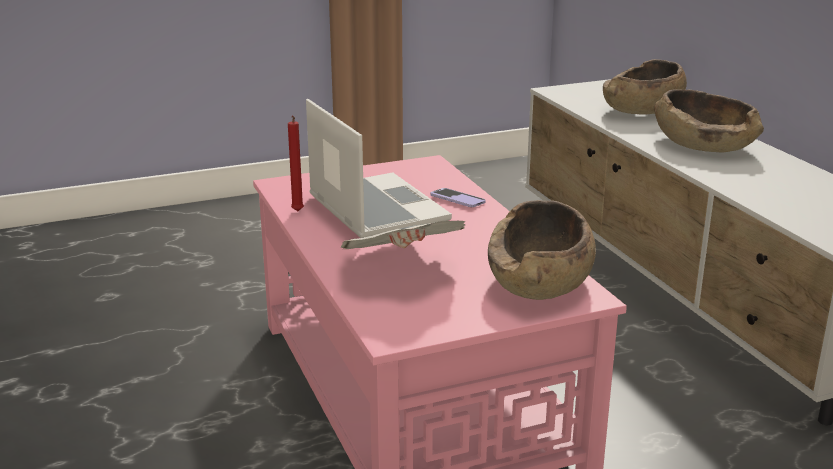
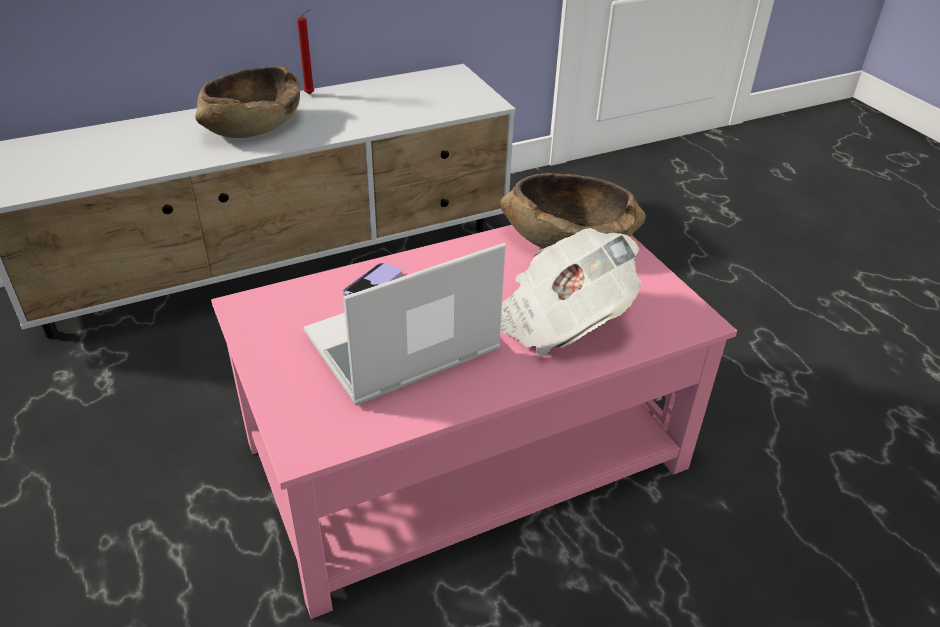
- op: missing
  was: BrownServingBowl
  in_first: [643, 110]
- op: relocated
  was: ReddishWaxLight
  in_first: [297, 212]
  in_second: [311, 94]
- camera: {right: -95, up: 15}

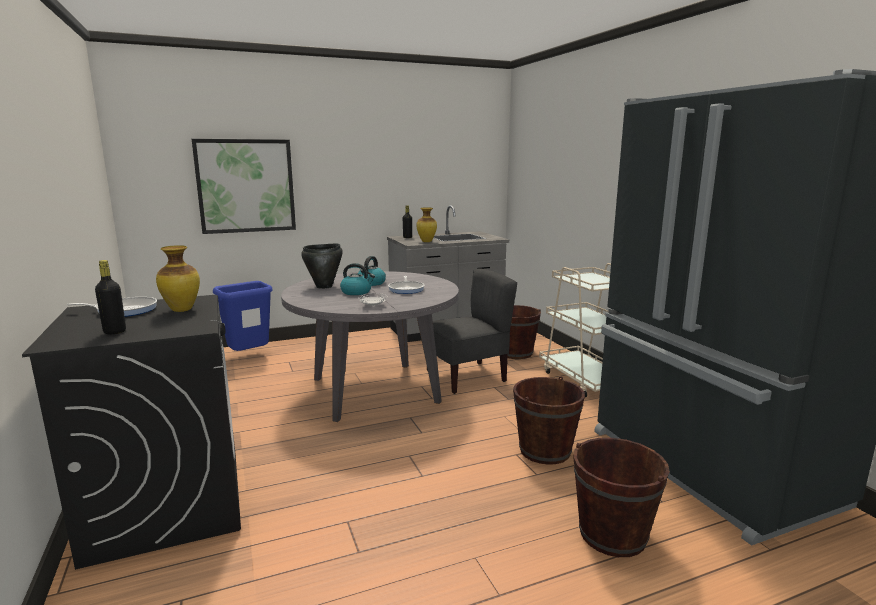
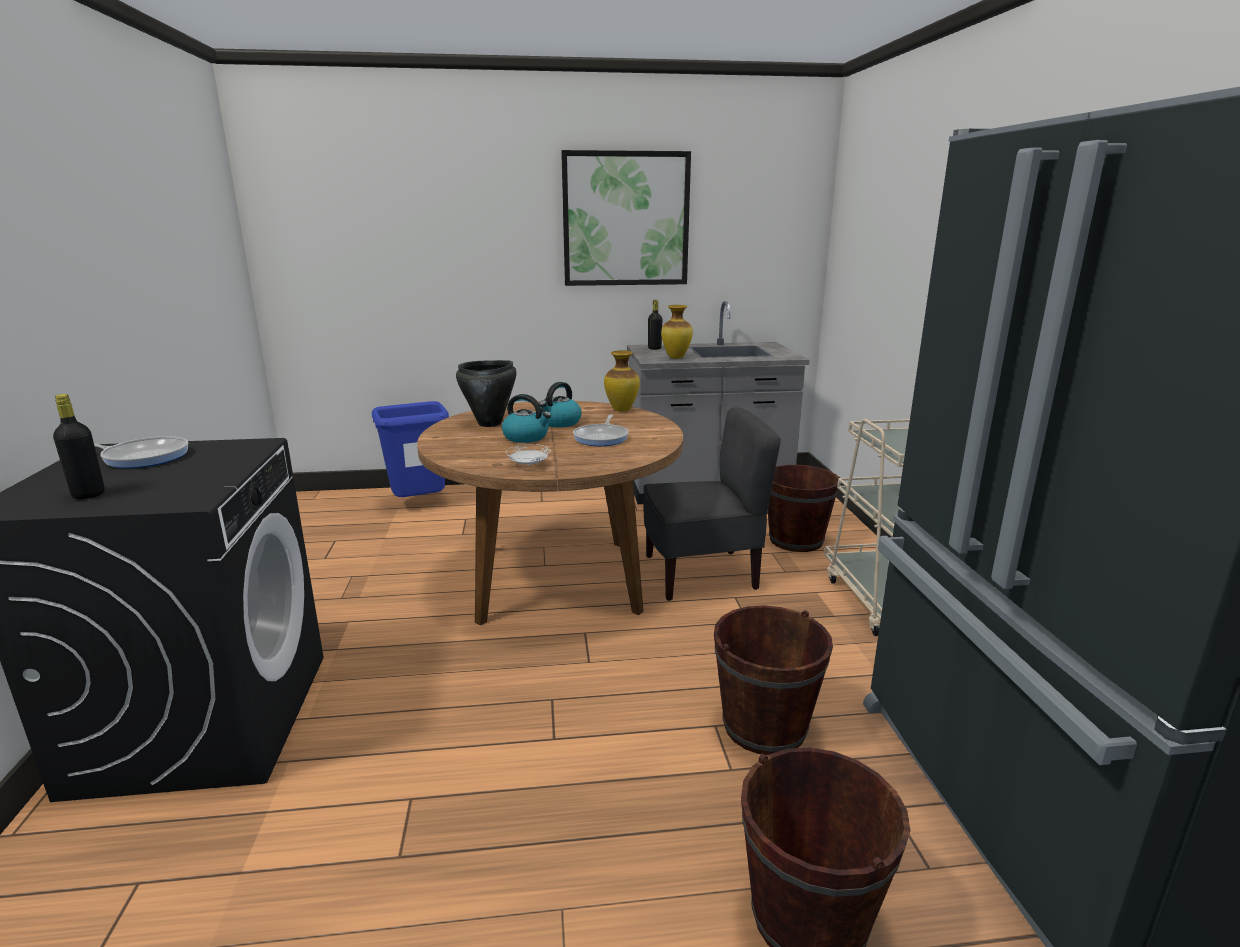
- op: relocated
  was: FlowerVase
  in_first: [182, 310]
  in_second: [622, 410]
- op: relocated
  was: WallArt
  in_first: [246, 186]
  in_second: [626, 219]
- op: colour
  was: GrayDiningTable
  now: BrownDiningTable
  in_first: [375, 390]
  in_second: [557, 579]
- camera: {right: 15, up: 5}

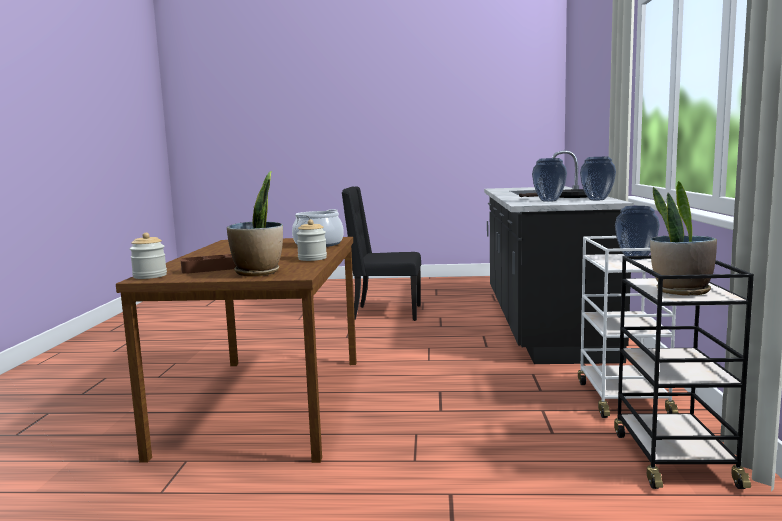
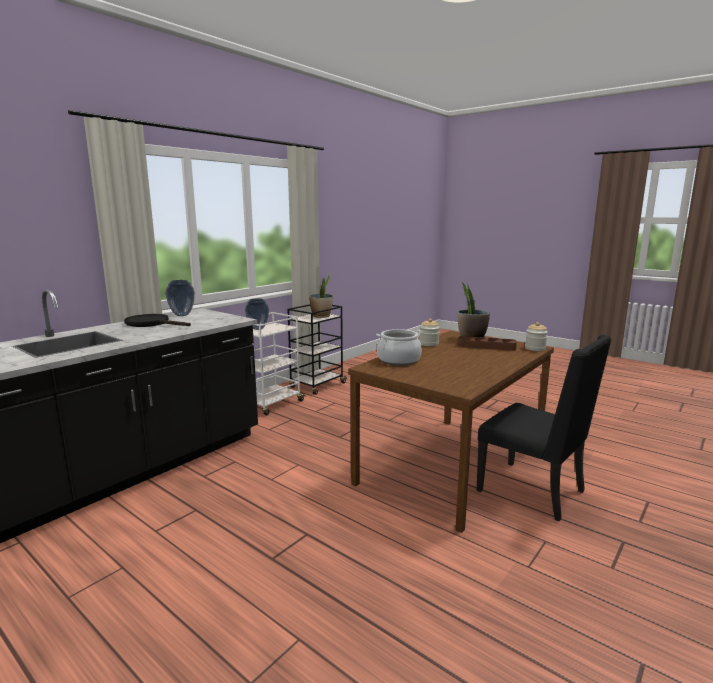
- op: missing
  was: FlowerVase
  in_first: [548, 201]
- op: relocated
  was: BlackColouredPlainChair
  in_first: [385, 313]
  in_second: [533, 491]
- camera: {right: -145, up: 5}

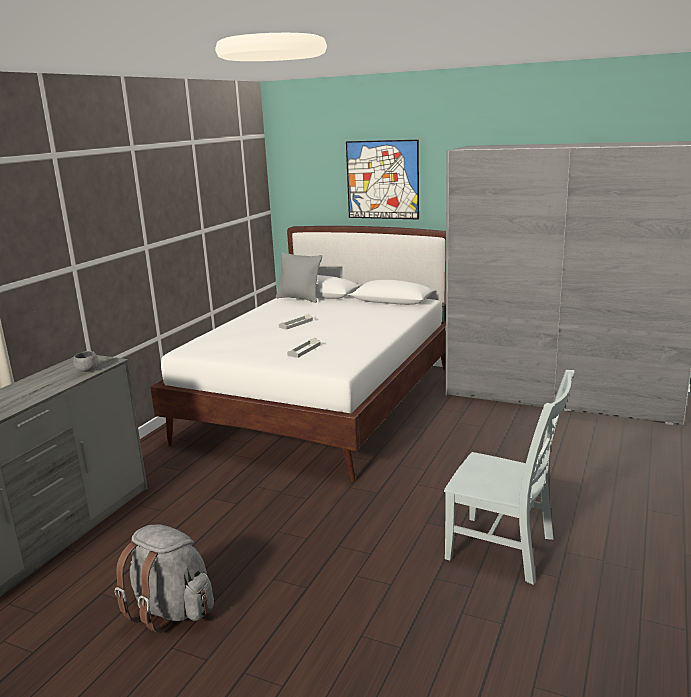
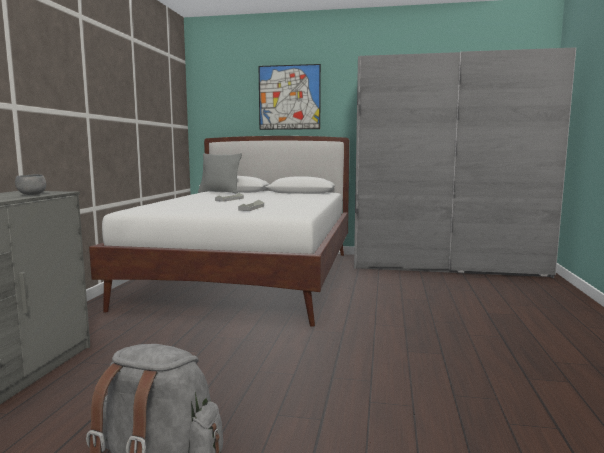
- op: missing
  was: GrayPlainChair
  in_first: [505, 550]
- camera: {right: -15, up: -10}

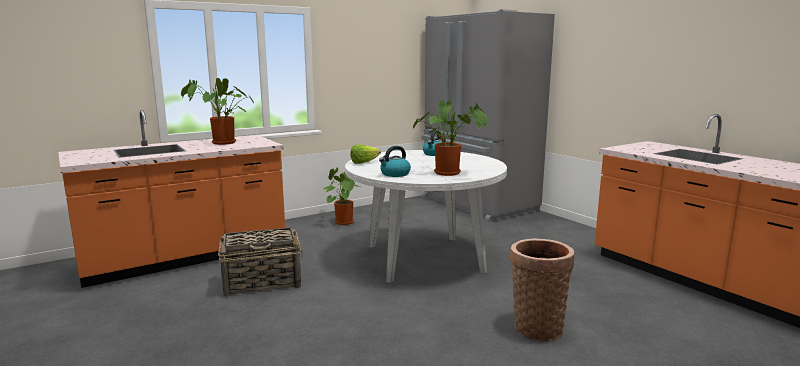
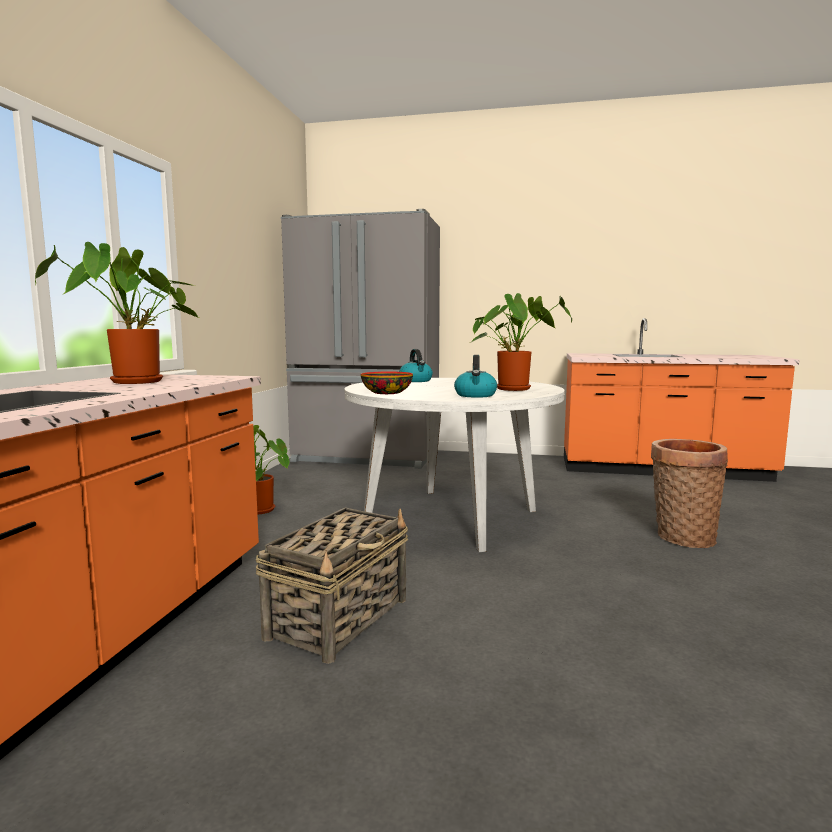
- op: exchanged
  was: Lettuce
  now: ServingBowl
  in_first: [364, 163]
  in_second: [386, 393]
- camera: {right: -45, up: -5}

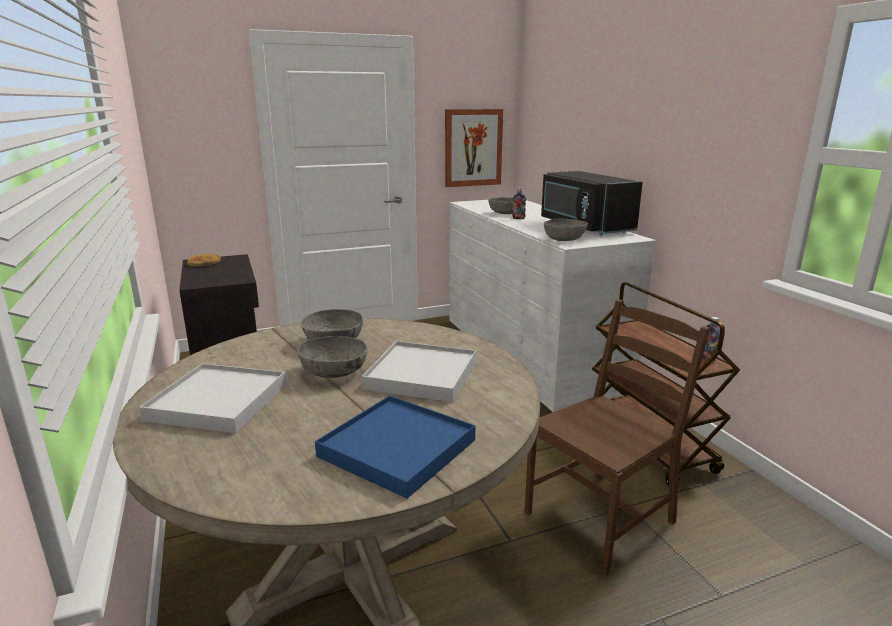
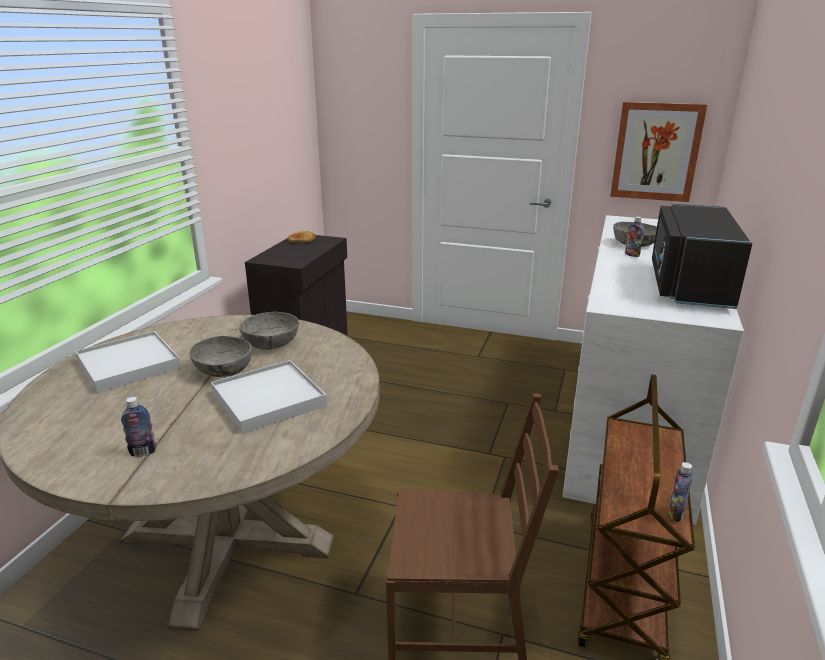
- op: missing
  was: GrayServingBowl
  in_first: [564, 239]
- op: exchanged
  was: BlueTray
  now: BeverageBottle
  in_first: [397, 448]
  in_second: [143, 452]
- camera: {right: 40, up: 5}

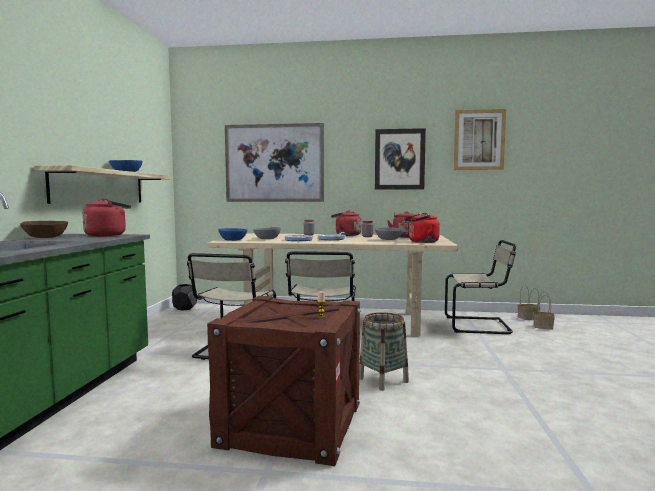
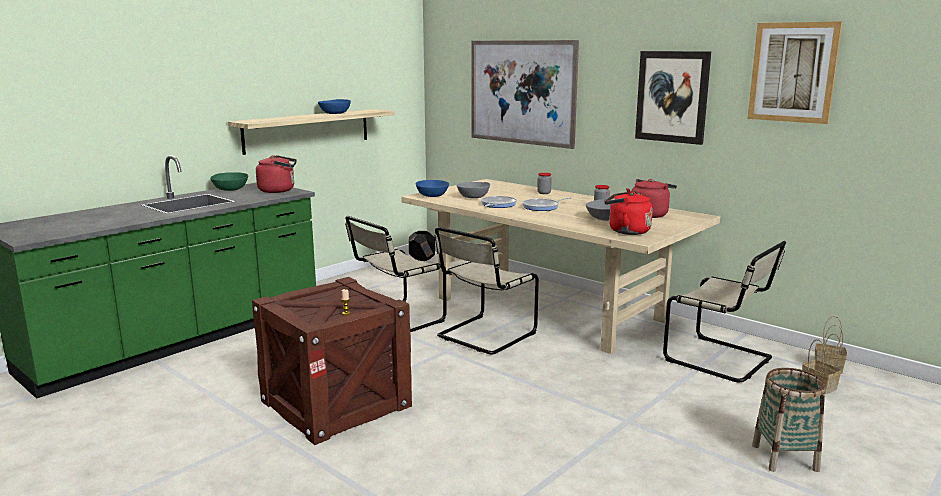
- op: missing
  was: ReddishWaterKettle
  in_first: [346, 235]
- op: relocated
  was: Basket
  in_first: [383, 380]
  in_second: [785, 458]
- op: colour
  was: BrownServingBowl
  now: GreenColouredServingBowl
  in_first: [46, 237]
  in_second: [230, 189]
- camera: {right: 35, up: 10}

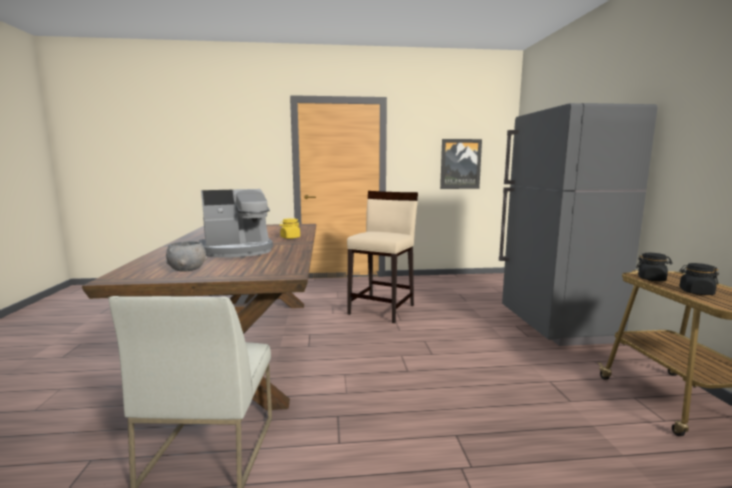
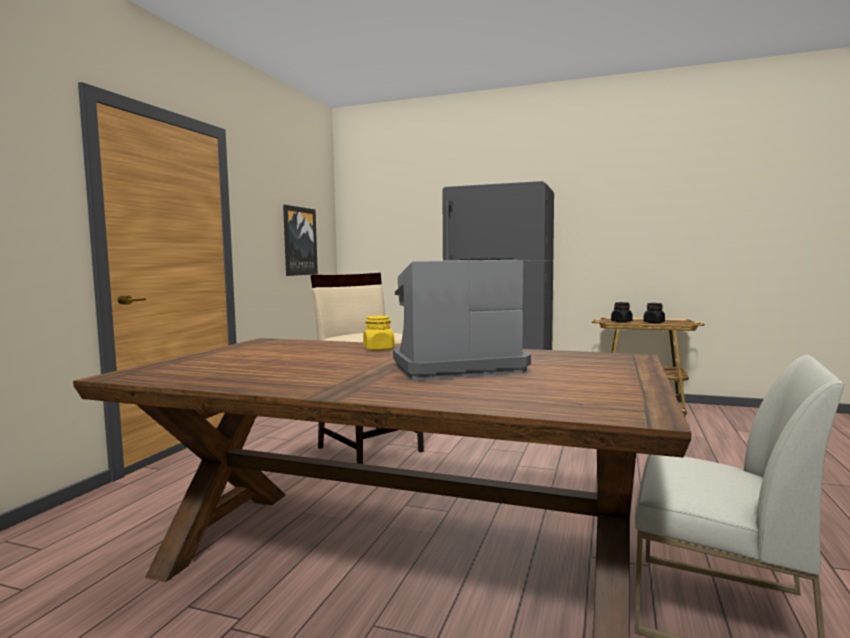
- op: missing
  was: GrayServingBowl
  in_first: [187, 269]
- op: spun
  was: CoffeeBrewer
  in_first: [238, 250]
  in_second: [454, 367]
  clockwise: -105
- camera: {right: -65, up: -5}

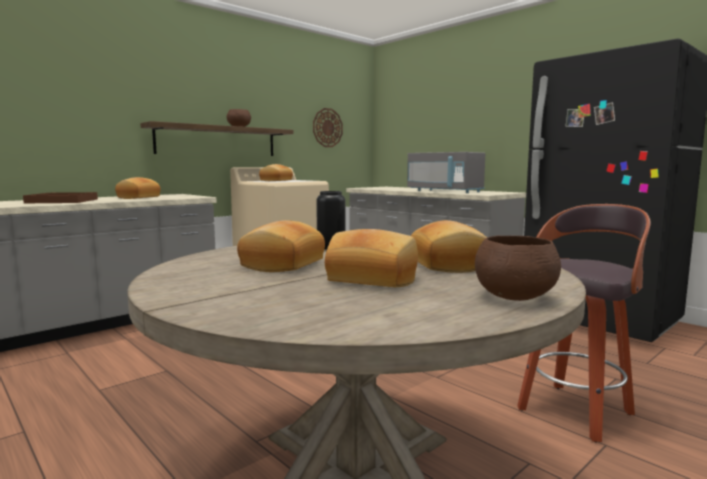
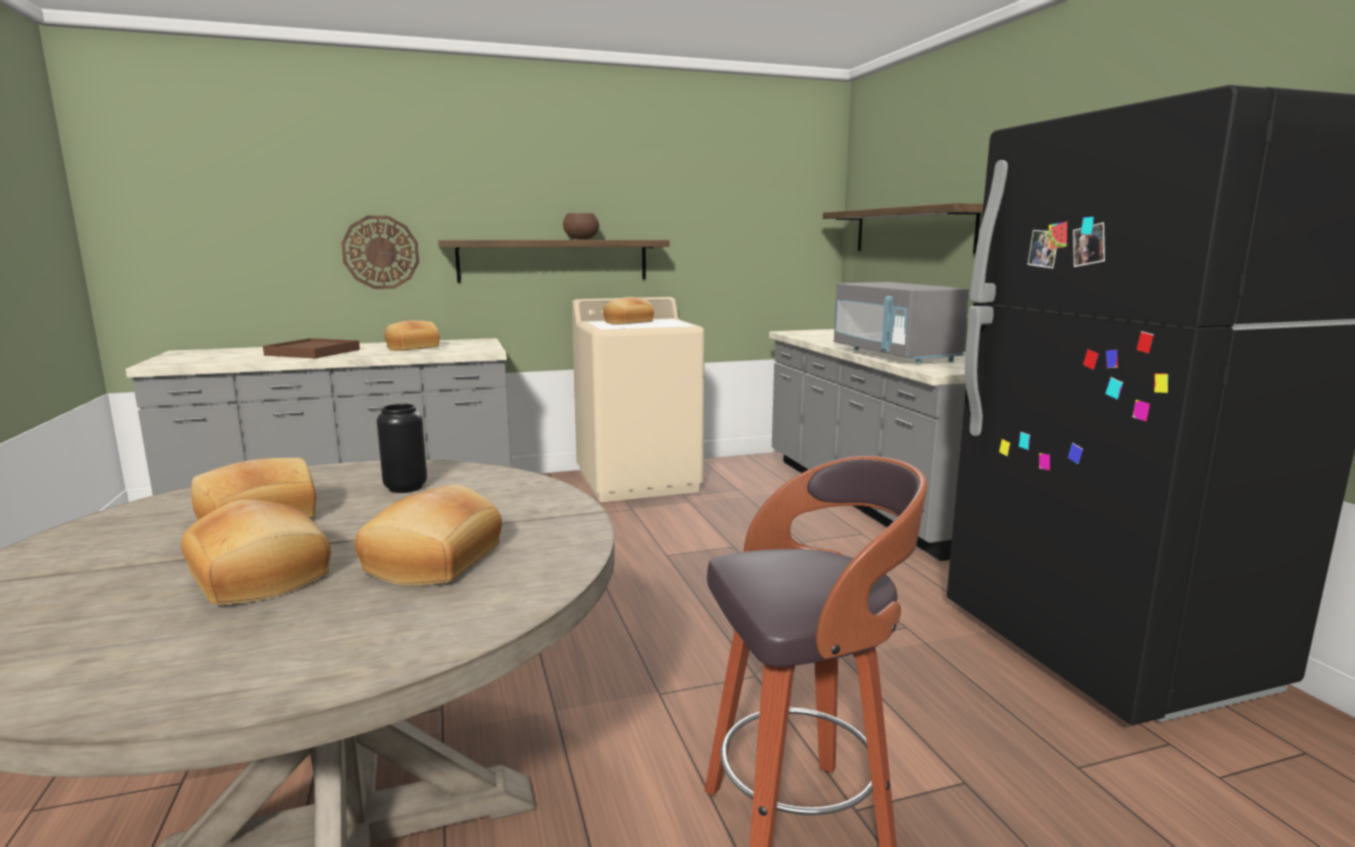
- op: missing
  was: BrownServingBowl
  in_first: [513, 297]
- op: appeared
  now: BracketShelf
  in_second: [912, 230]
- op: relocated
  was: WallClock
  in_first: [327, 127]
  in_second: [381, 252]
- camera: {right: 25, up: 5}

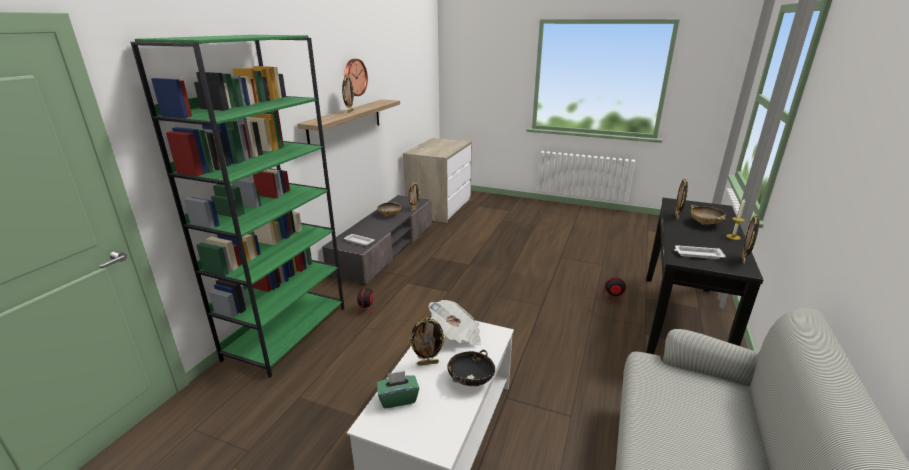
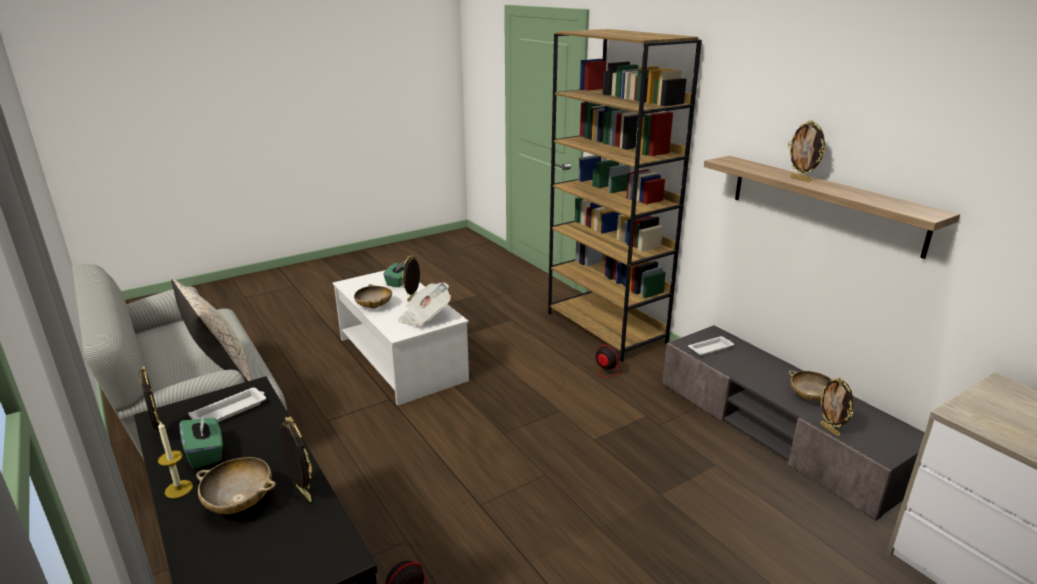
- op: missing
  was: WallClock
  in_first: [354, 77]
- op: appeared
  now: BeigeColouredThrowPillow
  in_second: [220, 370]
- op: appeared
  now: GreenColouredBoxOfTissues
  in_second: [205, 453]
- op: colour
  was: GreenColouredBookshelf
  now: BrownBookshelf
  in_first: [287, 332]
  in_second: [606, 328]
- op: colour
  was: BlackColouredServingBowl
  now: BeigeColouredServingBowl
  in_first: [470, 379]
  in_second: [374, 306]
- camera: {right: 125, up: 0}

